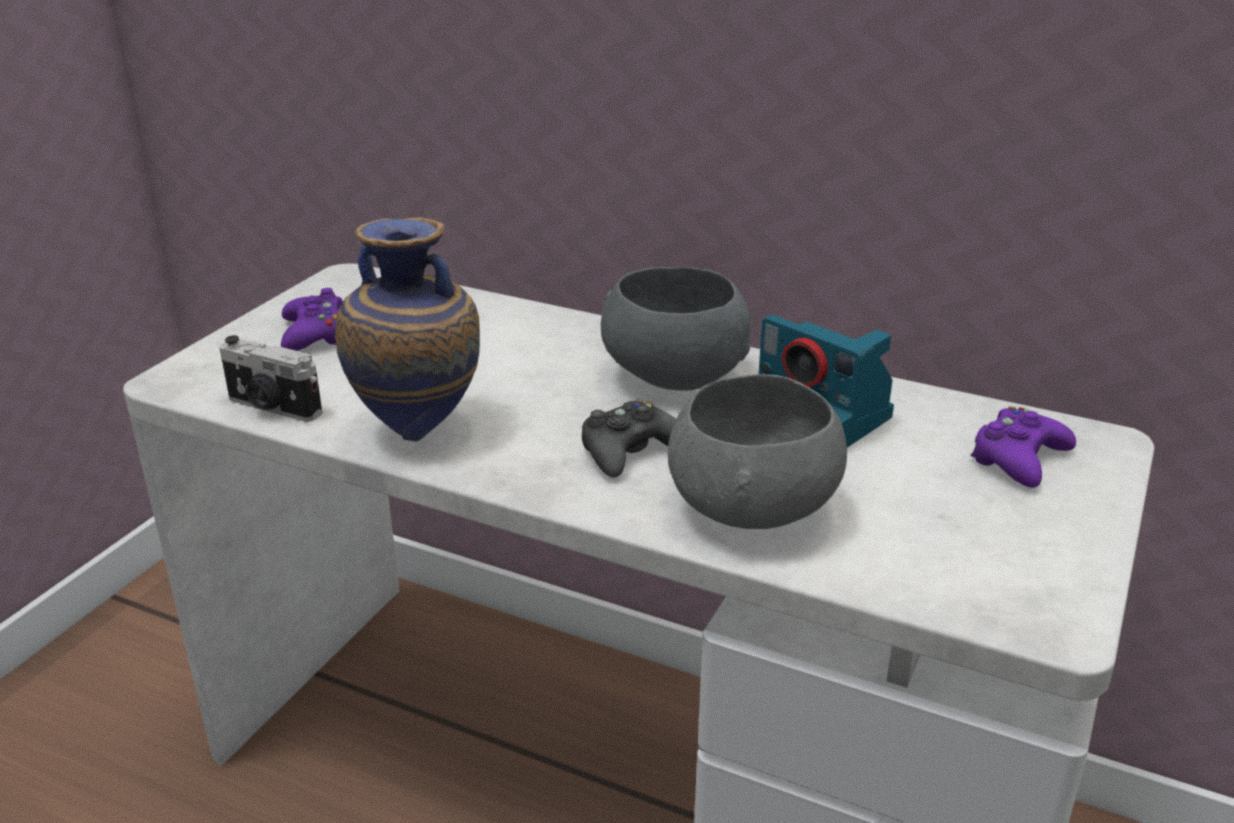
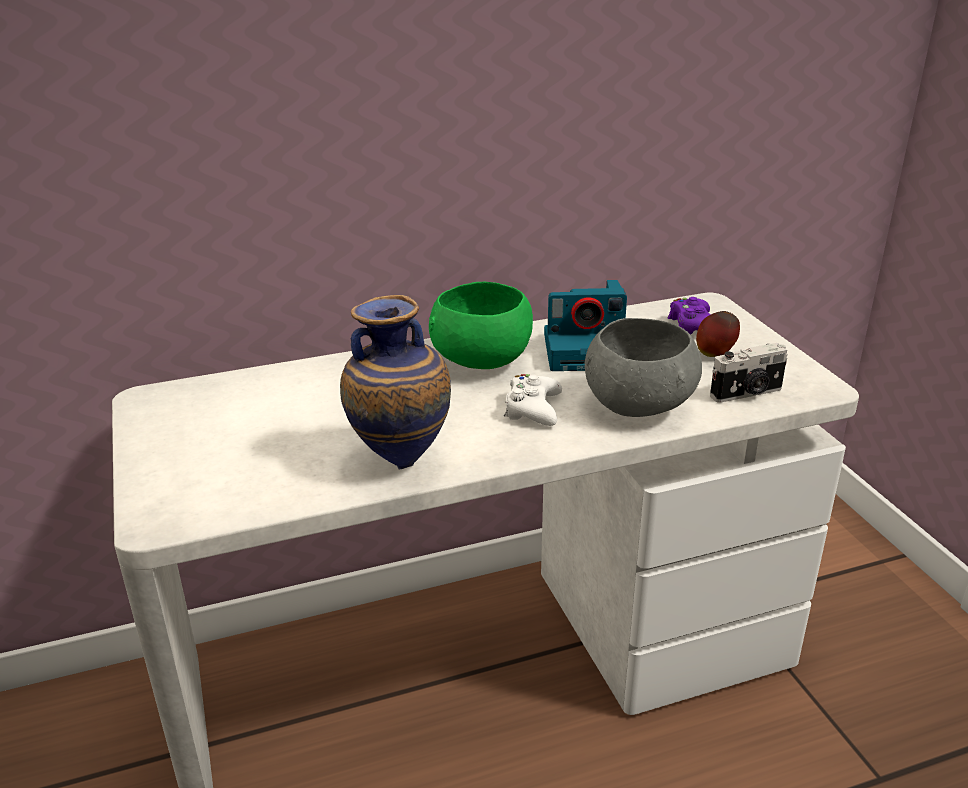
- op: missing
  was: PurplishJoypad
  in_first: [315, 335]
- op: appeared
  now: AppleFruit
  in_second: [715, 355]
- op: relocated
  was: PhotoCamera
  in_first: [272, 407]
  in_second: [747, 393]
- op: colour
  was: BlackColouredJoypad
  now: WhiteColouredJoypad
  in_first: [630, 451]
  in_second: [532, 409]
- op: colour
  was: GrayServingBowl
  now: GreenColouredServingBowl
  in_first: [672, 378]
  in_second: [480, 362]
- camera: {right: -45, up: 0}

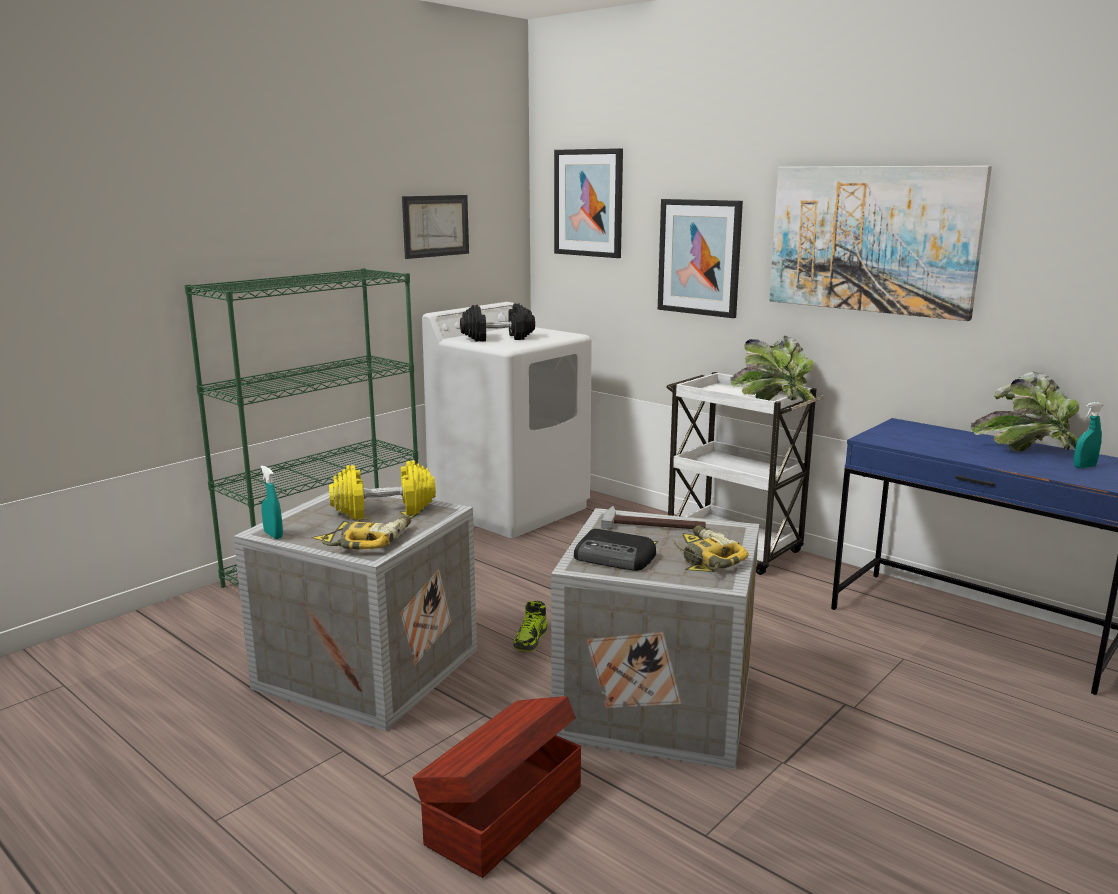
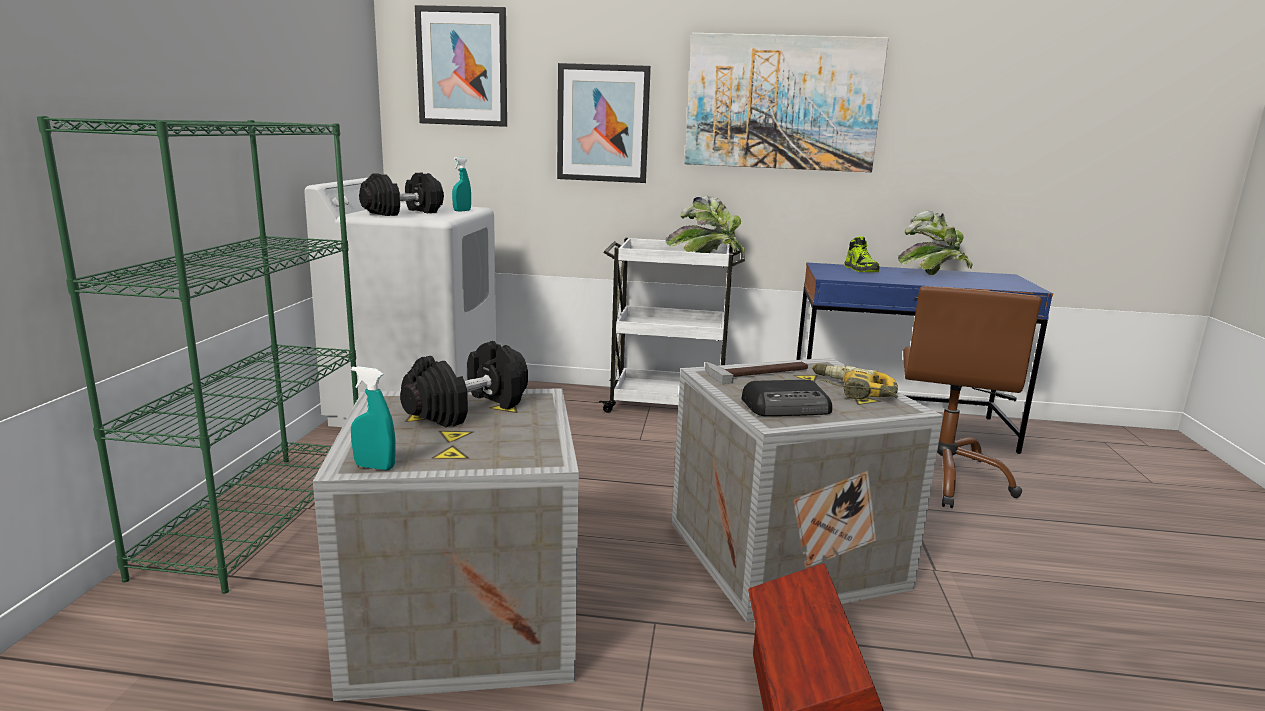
- op: missing
  was: PowerDrill
  in_first: [370, 540]
- op: missing
  was: WallArt
  in_first: [435, 226]
- op: appeared
  now: BrownComputerChair
  in_second: [941, 476]
- op: relocated
  was: Shoe
  in_first: [531, 640]
  in_second: [860, 269]
- op: relocated
  was: TurquoiseColouredHandSprayer
  in_first: [1084, 467]
  in_second: [462, 211]
- op: colour
  was: YellowColouredHandWeight
  now: BlackColouredHandWeight
  in_first: [383, 510]
  in_second: [467, 409]
- camera: {right: -35, up: 0}

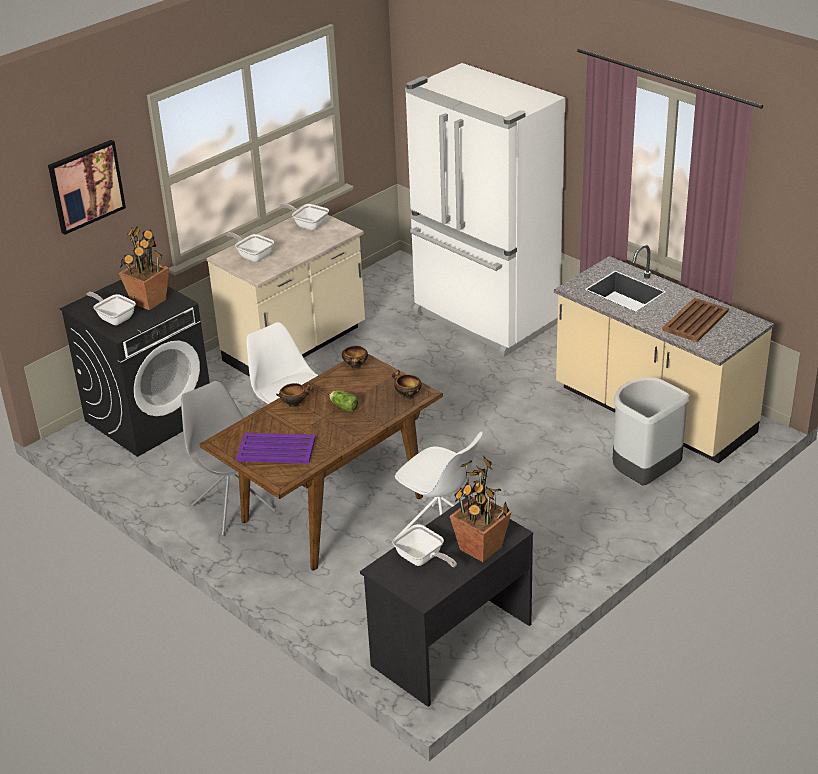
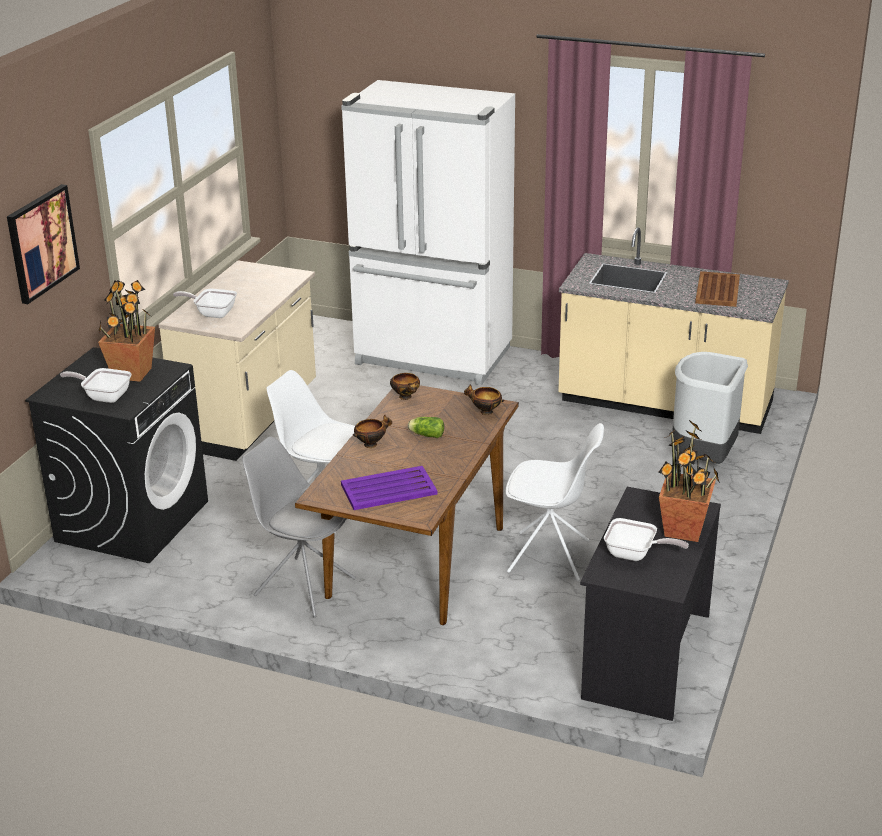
- op: missing
  was: FryingPan
  in_first: [308, 225]
- camera: {right: -25, up: -5}

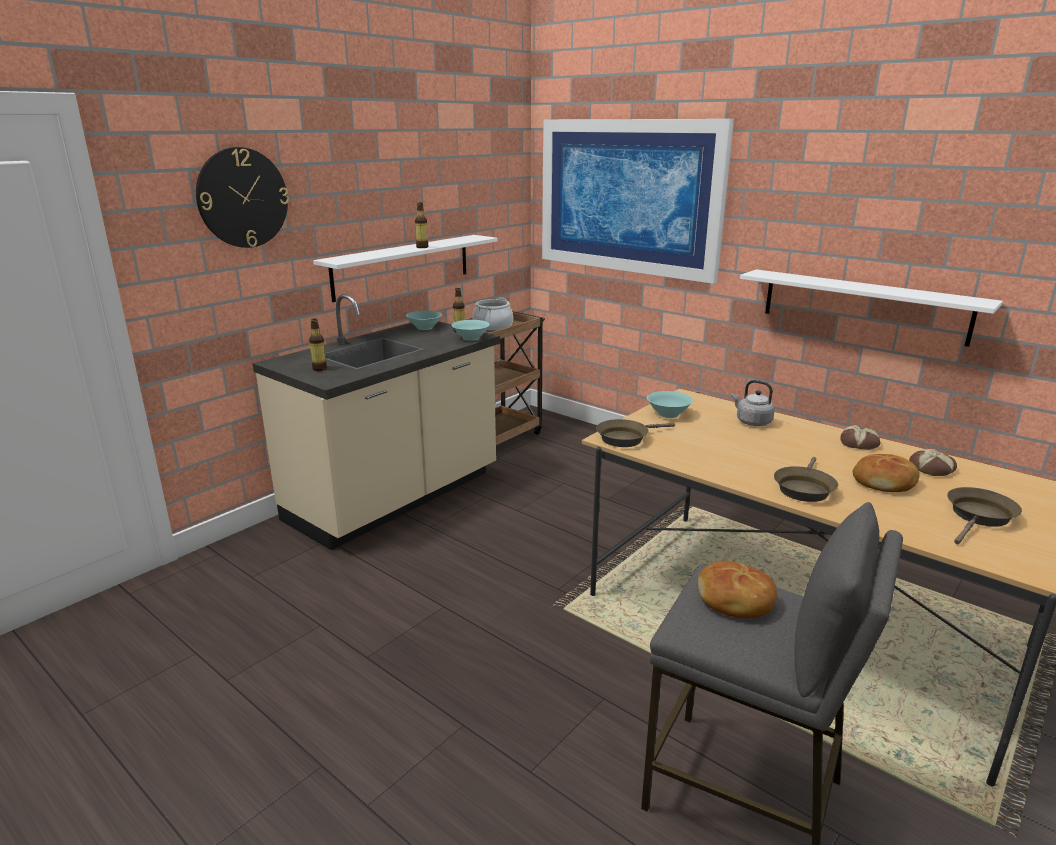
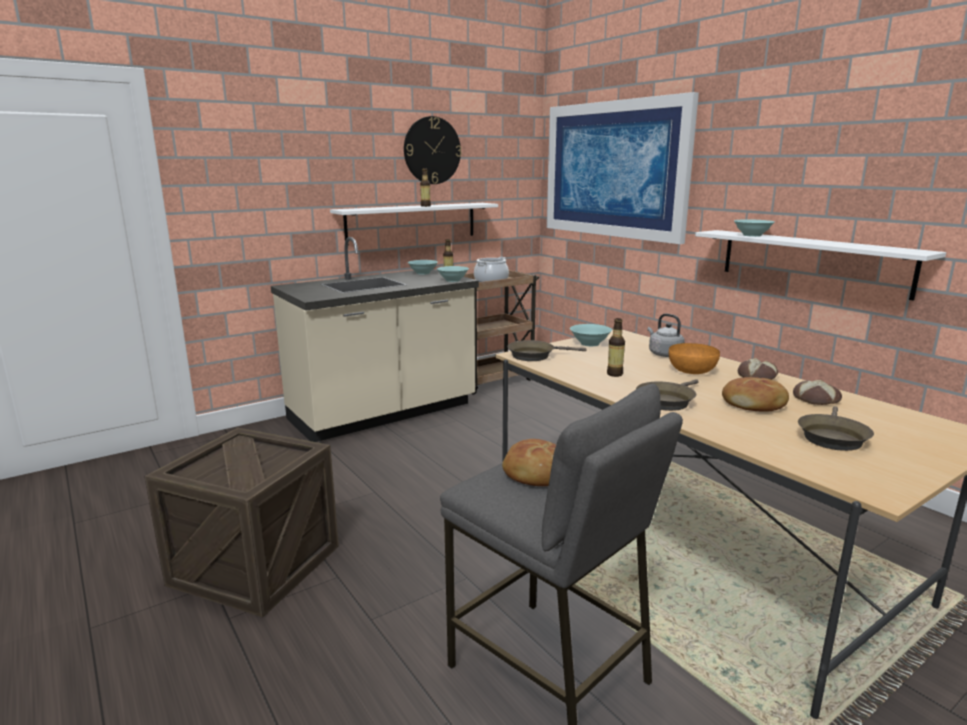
- op: appeared
  now: Crate
  in_second: [255, 565]
- op: appeared
  now: OrangeyServingBowl
  in_second: [692, 371]
- op: appeared
  now: TurquoiseColouredServingBowl
  in_second: [751, 235]
- op: relocated
  was: WallClock
  in_first: [242, 198]
  in_second: [432, 150]
- op: relocated
  was: BeverageBottle
  in_first: [319, 369]
  in_second: [614, 374]
- op: spun
  was: BrownFryingPan
  in_first: [979, 517]
  in_second: [831, 437]
  clockwise: 150
- camera: {right: 15, up: -5}

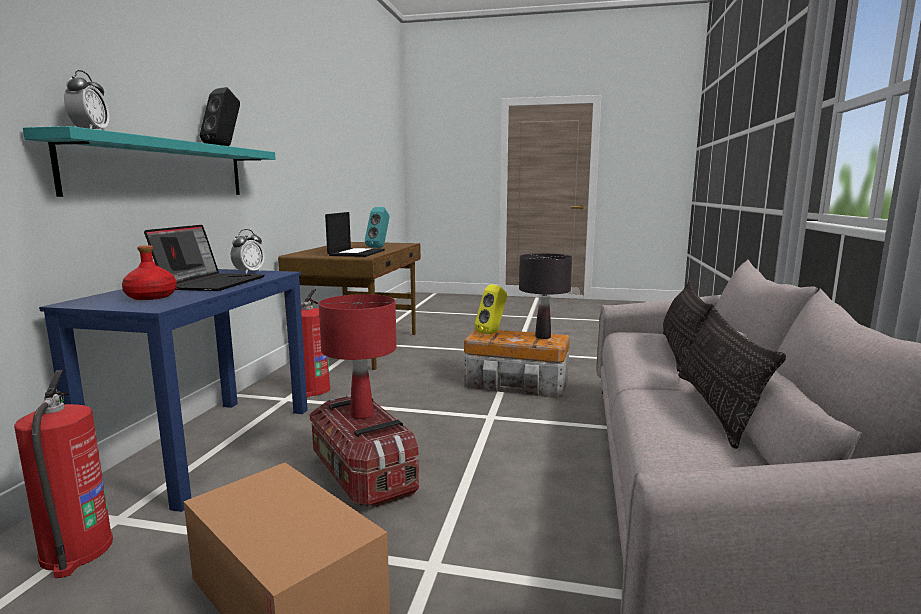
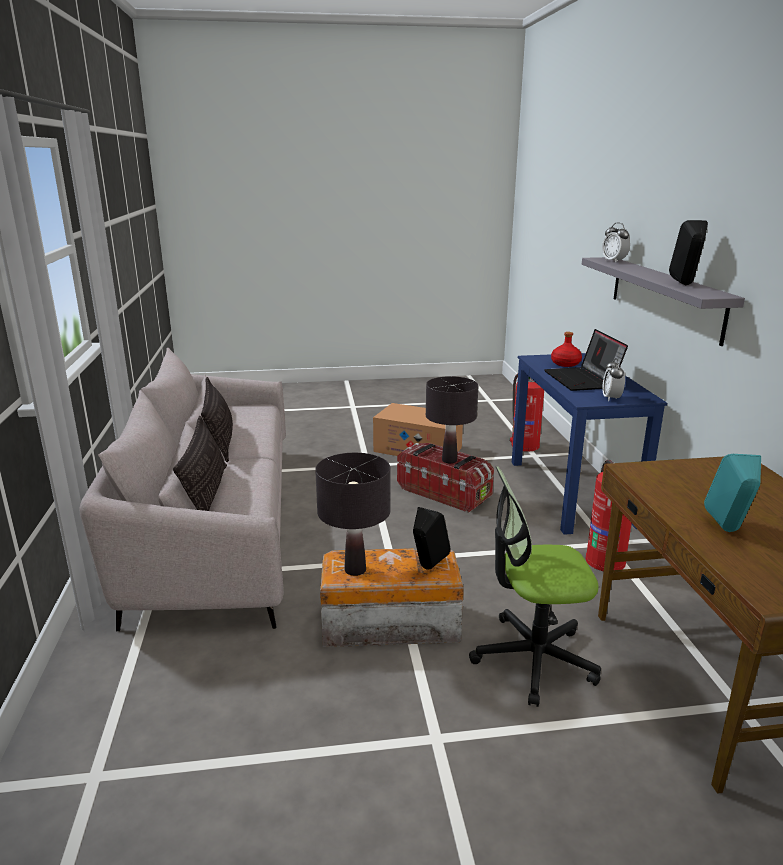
- op: missing
  was: PortableComputer
  in_first: [356, 253]
- op: appeared
  now: ComputerChair
  in_second: [533, 658]
- op: colour
  was: TurquoiseColouredBracketShelf
  now: GrayBracketShelf
  in_first: [163, 169]
  in_second: [664, 296]
- op: colour
  was: ReddishTabletopLamp
  now: BlackColouredTabletopLamp
  in_first: [362, 415]
  in_second: [449, 460]
- op: colour
  was: YellowColouredSpeaker
  now: BlackColouredSpeaker
  in_first: [492, 333]
  in_second: [427, 568]
- camera: {right: 160, up: 10}

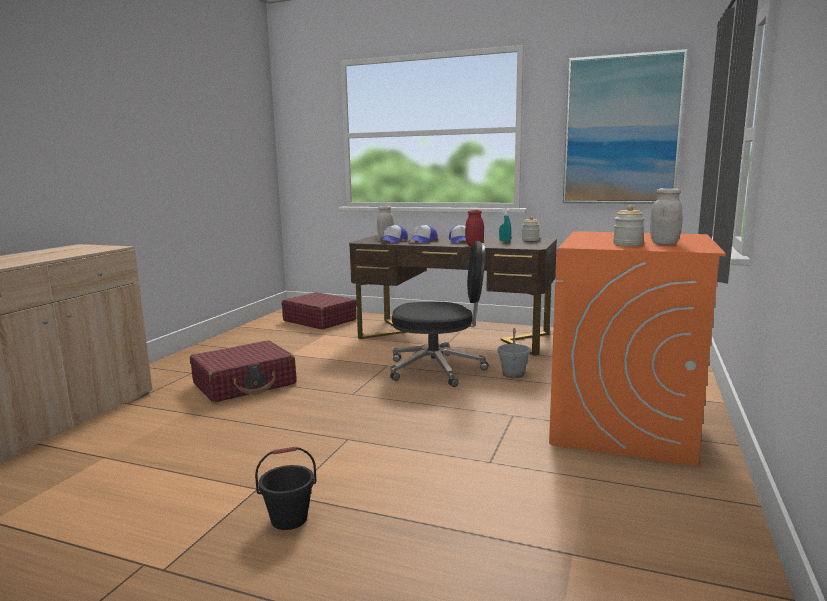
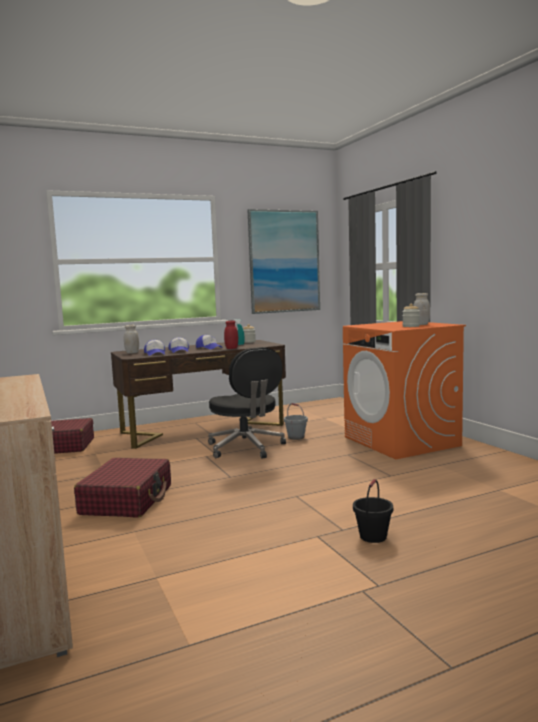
- op: spun
  was: BlackColouredComputerChair
  in_first: [438, 369]
  in_second: [246, 448]
  clockwise: 105
- camera: {right: -45, up: -5}

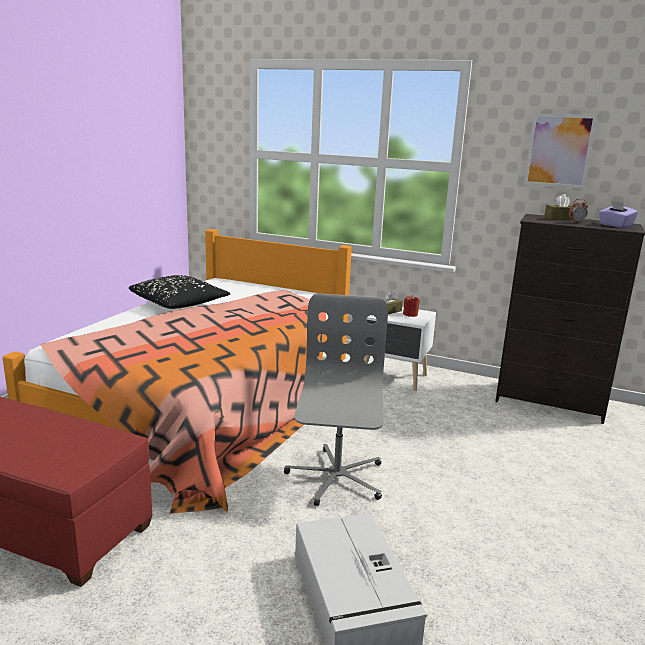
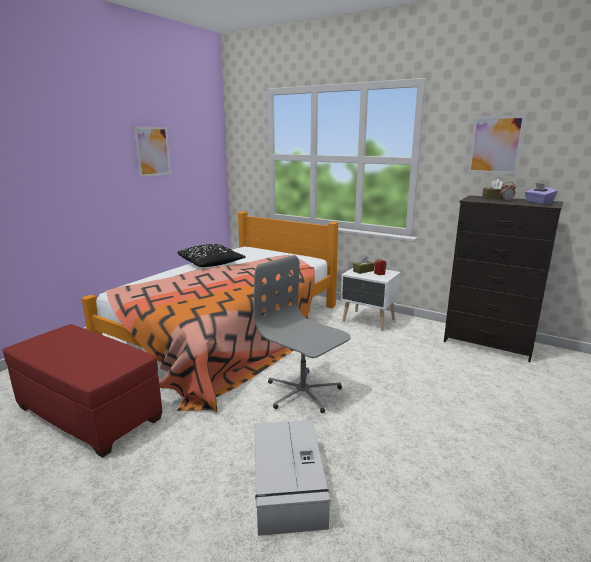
- op: appeared
  now: WallArt
  in_second: [153, 151]
- op: spun
  was: GrayComputerChair
  in_first: [336, 477]
  in_second: [302, 392]
  clockwise: -60
- camera: {right: 10, up: 0}

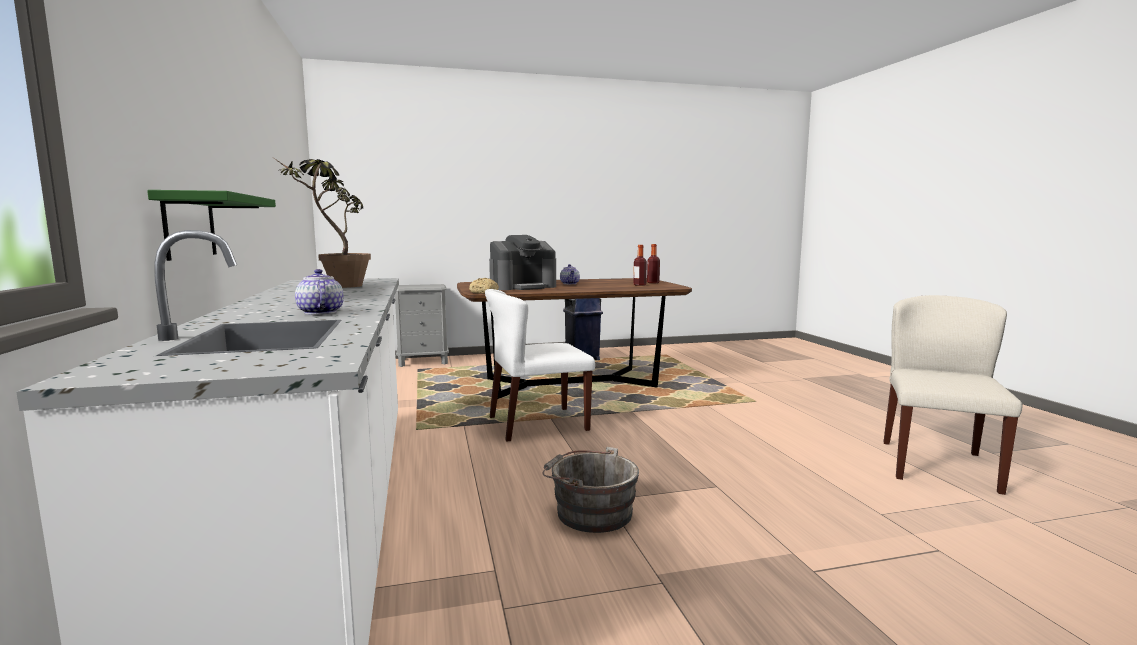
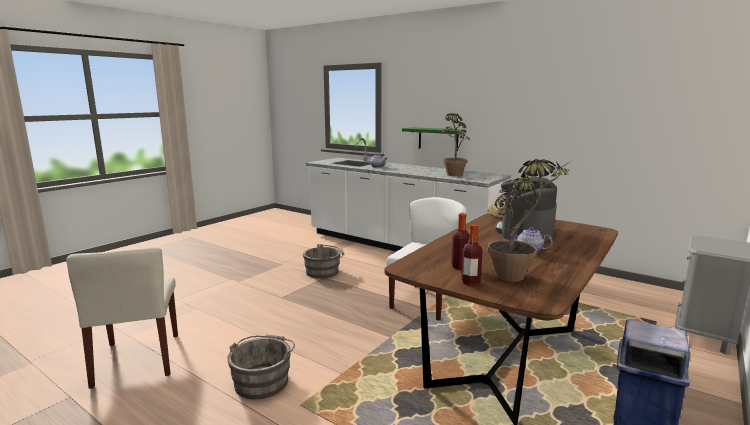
- op: appeared
  now: GrayBucket
  in_second: [263, 380]
- op: appeared
  now: Houseplant
  in_second: [518, 274]
- camera: {right: 140, up: 5}

